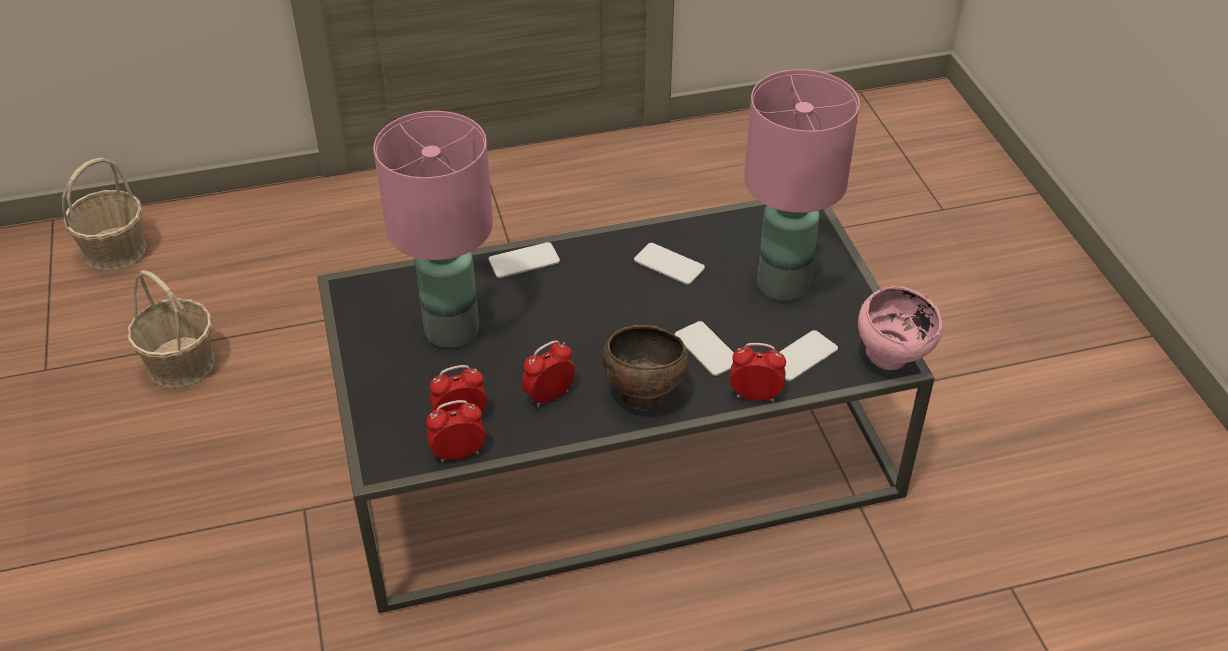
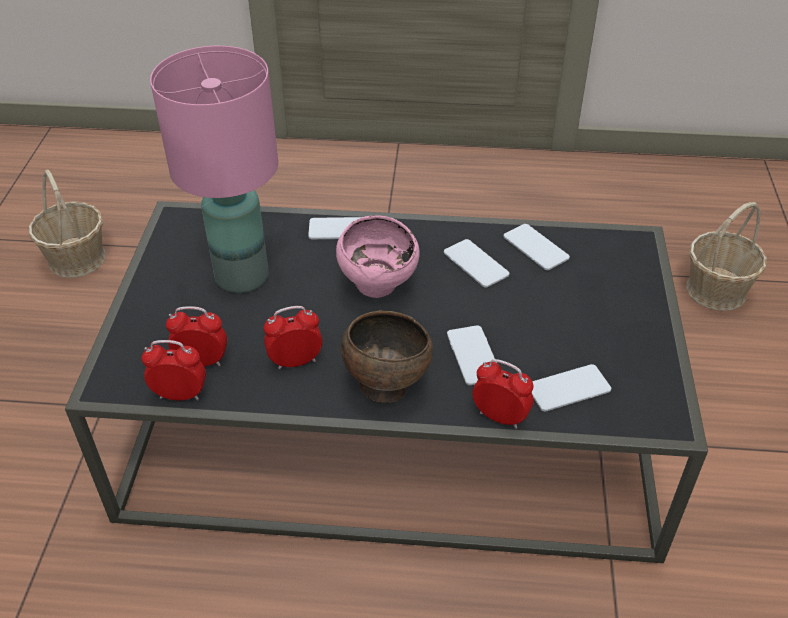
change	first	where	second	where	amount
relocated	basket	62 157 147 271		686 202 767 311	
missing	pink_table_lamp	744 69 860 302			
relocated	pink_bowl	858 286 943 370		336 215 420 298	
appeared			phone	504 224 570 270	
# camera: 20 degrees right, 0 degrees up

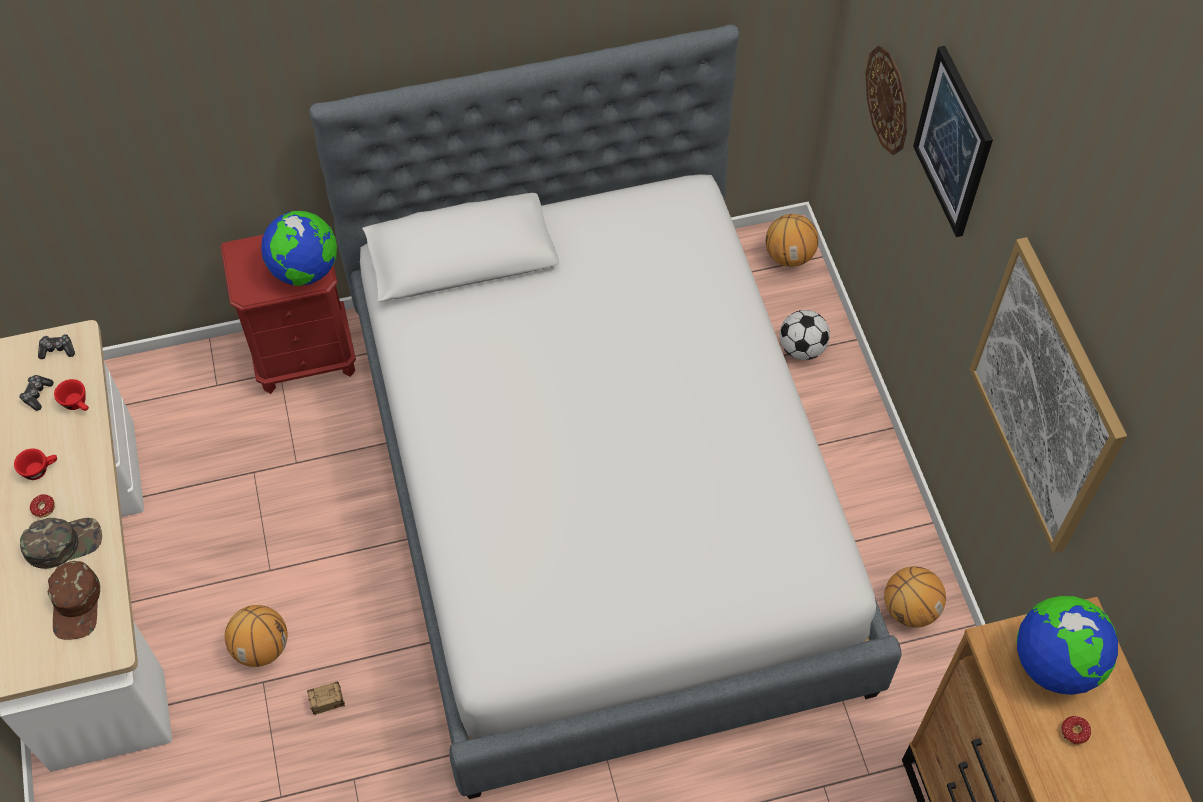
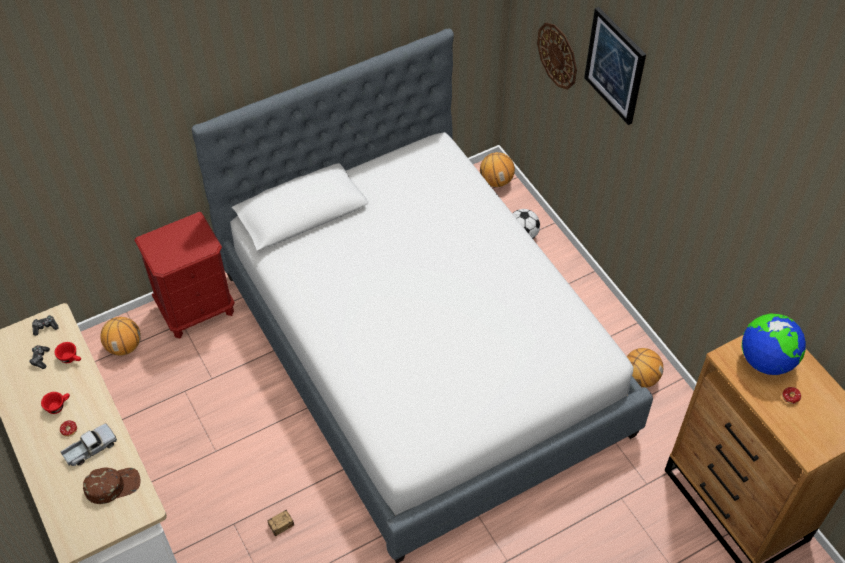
change	first	where	second	where	amount
exchanged	green_cap	20 518 102 569	toy_truck	61 423 117 466	
spun	brown_cap	48 561 100 640		83 467 141 504	90 degrees counterclockwise
relocated	basketball	225 605 288 667		100 317 141 356	
missing	globe	261 211 337 286			
missing	picture	970 237 1127 553			
# camera: 15 degrees left, 5 degrees down

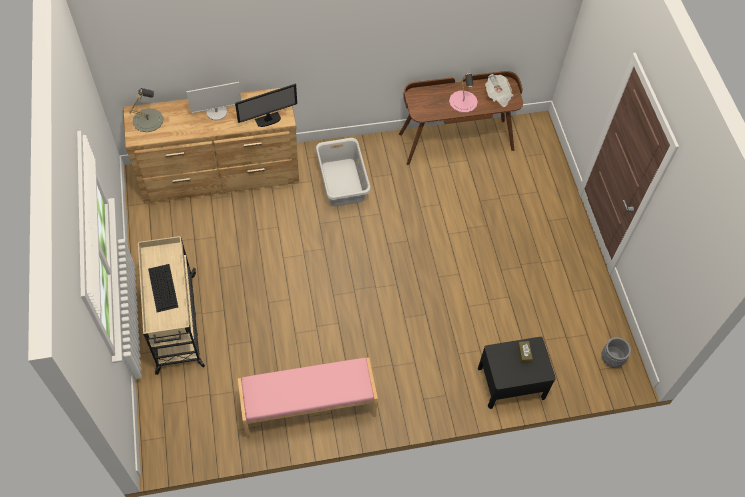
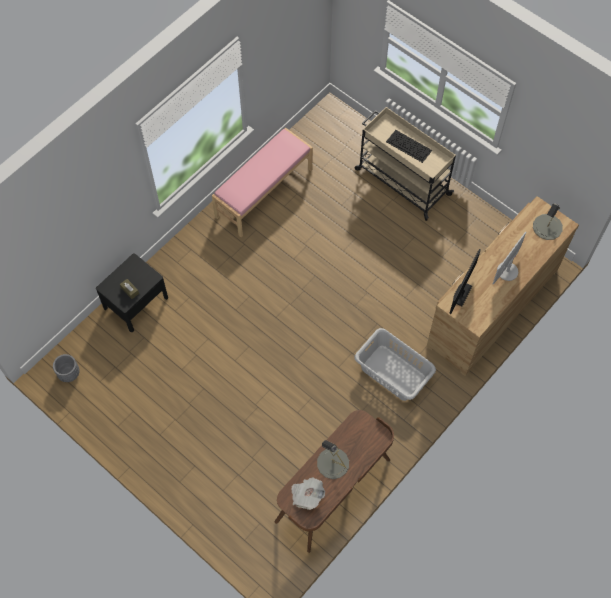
change	first	where	second	where	amount
colour	pink_table_lamp	449 73 478 113	grey_table_lamp	317 440 349 479	
# camera: 145 degrees right, 5 degrees up

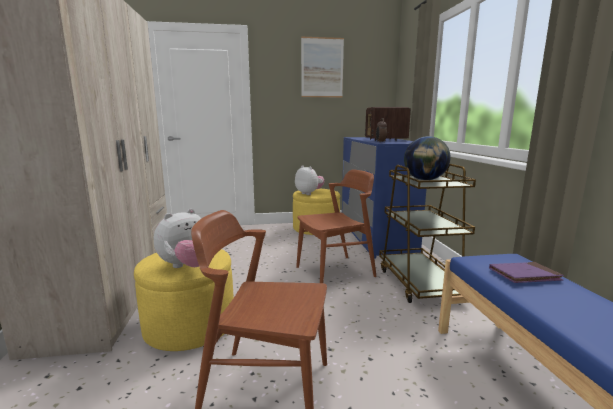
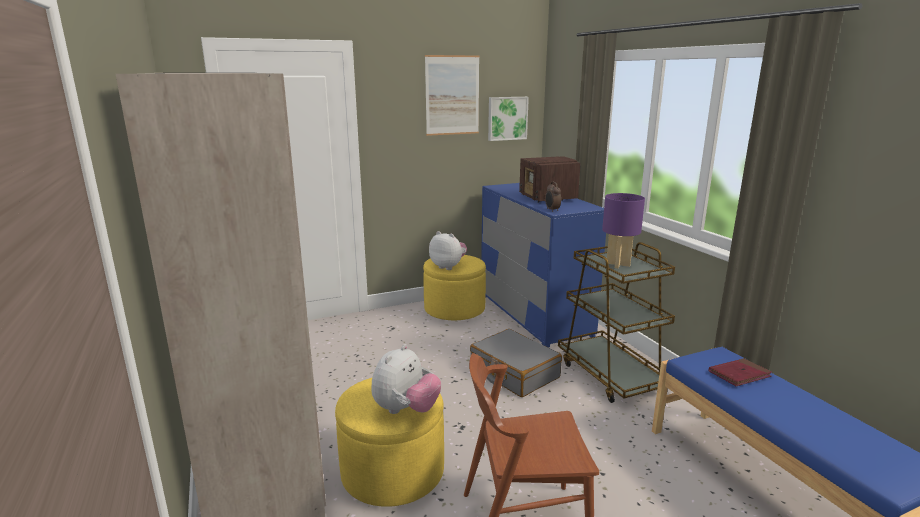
change	first	where	second	where	amount
exchanged	brown_chair	296 169 377 283	grey_suitcase	470 329 562 397	
exchanged	globe	404 136 451 180	purple_table_lamp	602 193 645 268	
colour	purple_book	489 262 564 283	red_book	708 358 772 386	
appeared			picture	488 97 529 141	
# camera: 15 degrees left, 5 degrees up

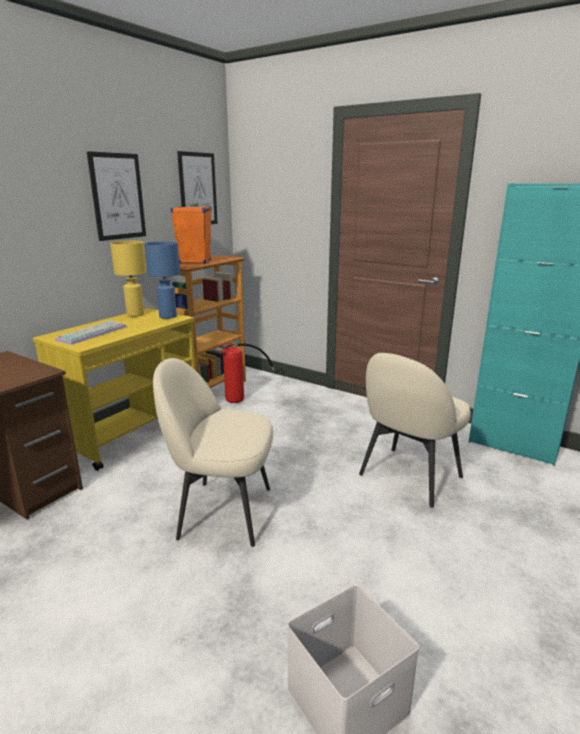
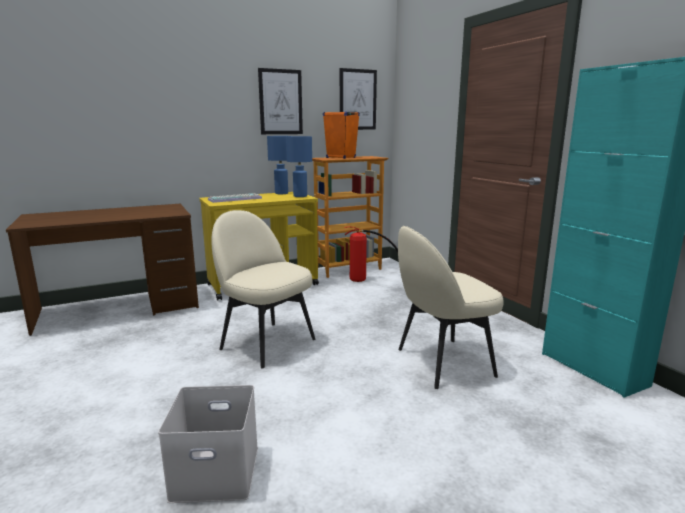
change	first	where	second	where	amount
colour	yellow_table_lamp	110 241 147 317	blue_table_lamp	267 136 288 194	
# camera: 30 degrees right, 5 degrees down

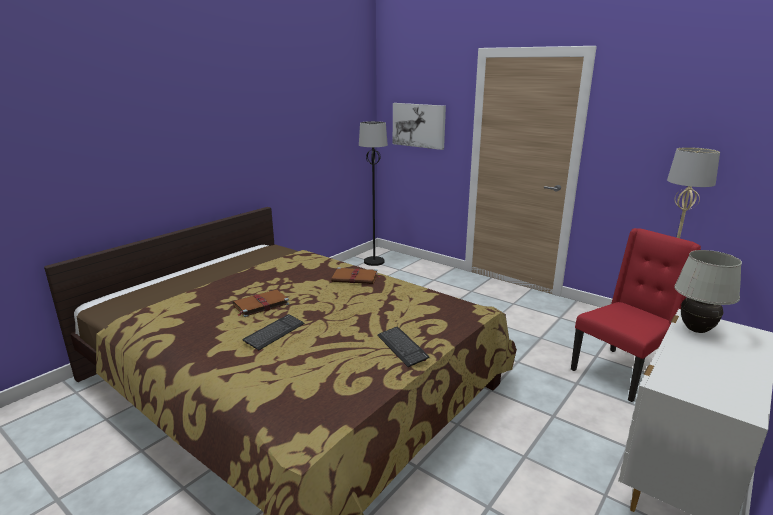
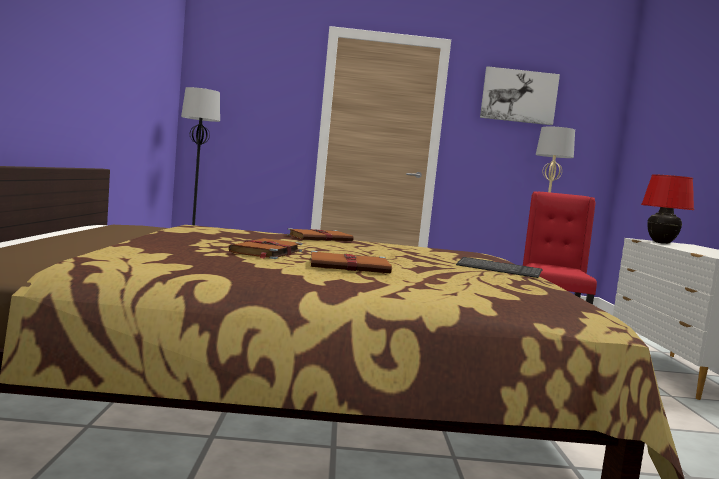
change	first	where	second	where	amount
exchanged	keyboard	242 314 305 350	brown_book	310 251 392 273	
relocated	picture	393 103 446 150		480 66 560 125	
colour	white_table_lamp	674 250 742 333	red_table_lamp	641 174 694 244	
# camera: 40 degrees left, 15 degrees down

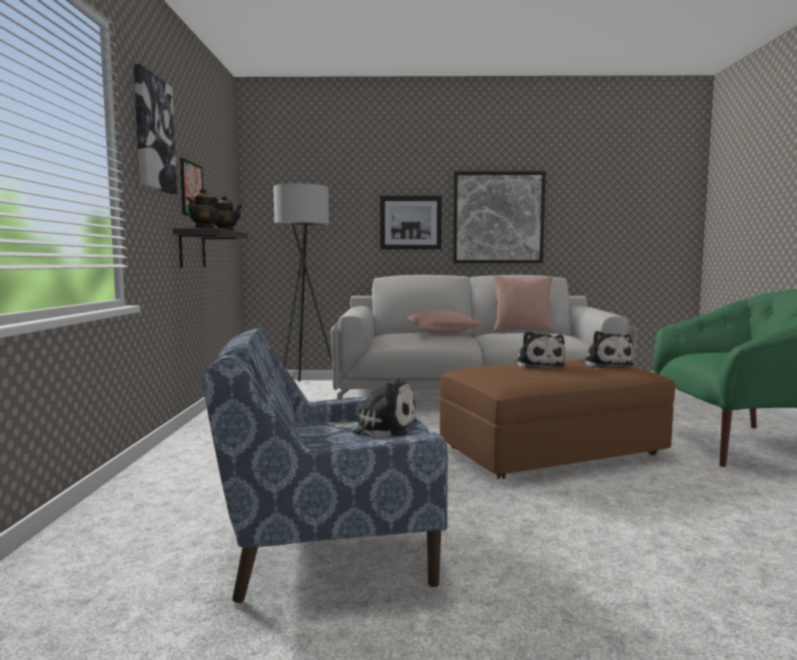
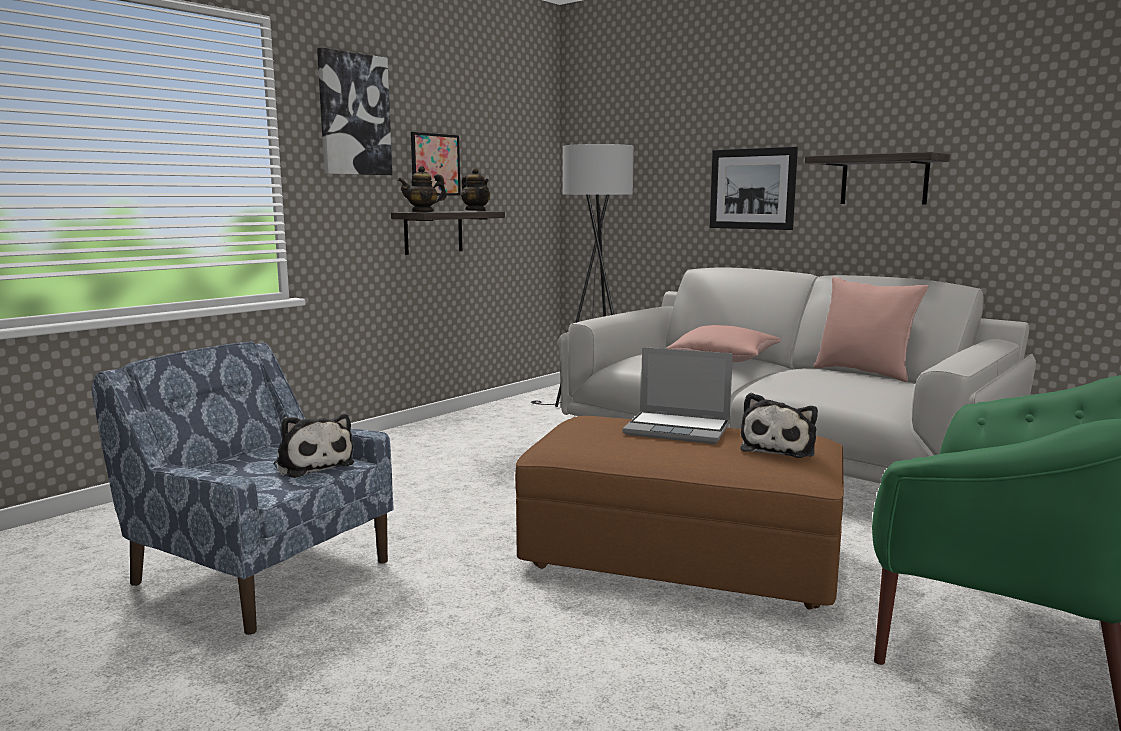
change	first	where	second	where	amount
exchanged	picture	453 171 546 263	shelf	805 152 950 204	
exchanged	plush_toy	515 331 565 368	laptop	623 347 733 444	
# camera: 40 degrees right, 5 degrees up

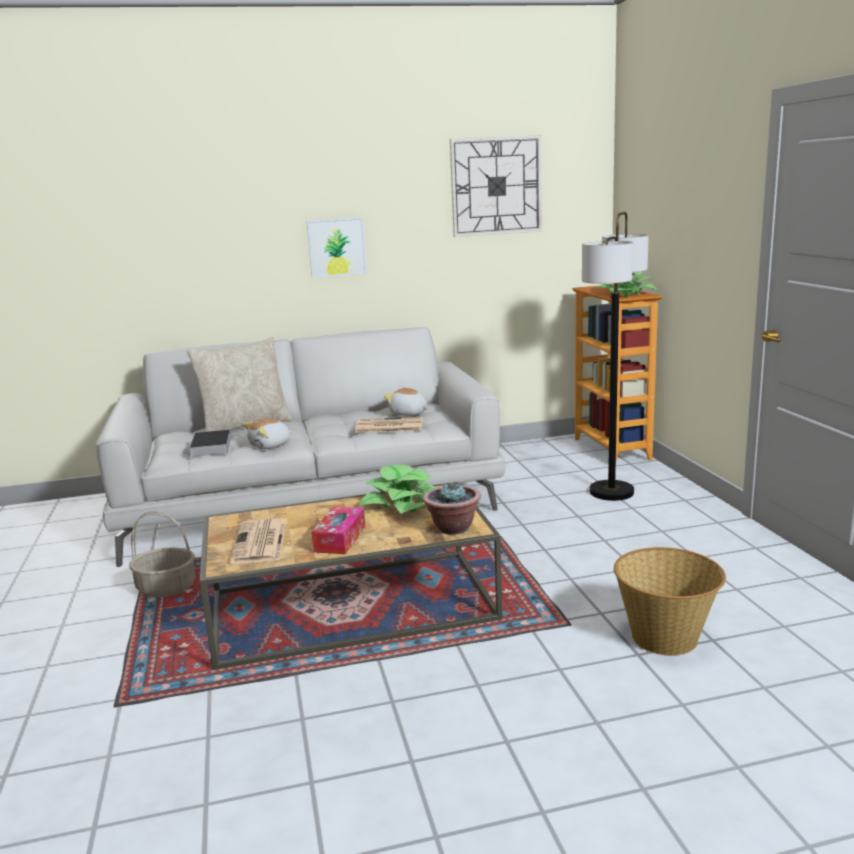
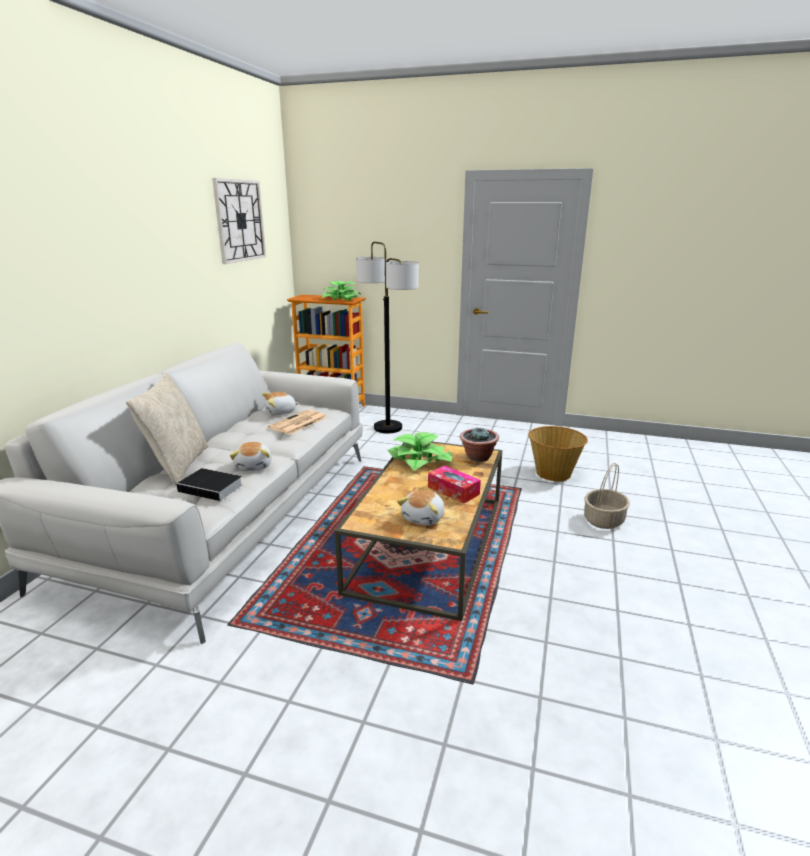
change	first	where	second	where	amount
relocated	basket	129 511 196 598		584 463 630 529	
exchanged	newspaper	230 519 286 564	plush_toy	397 490 445 525	
missing	picture	307 217 367 278			
# camera: 60 degrees left, 5 degrees up

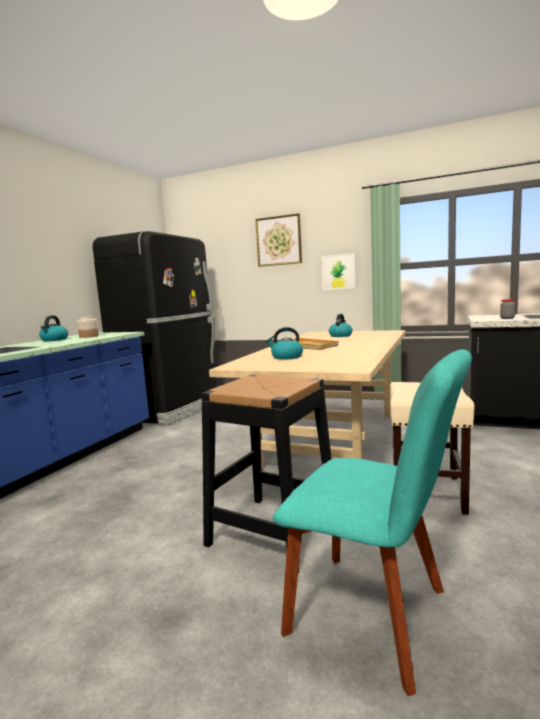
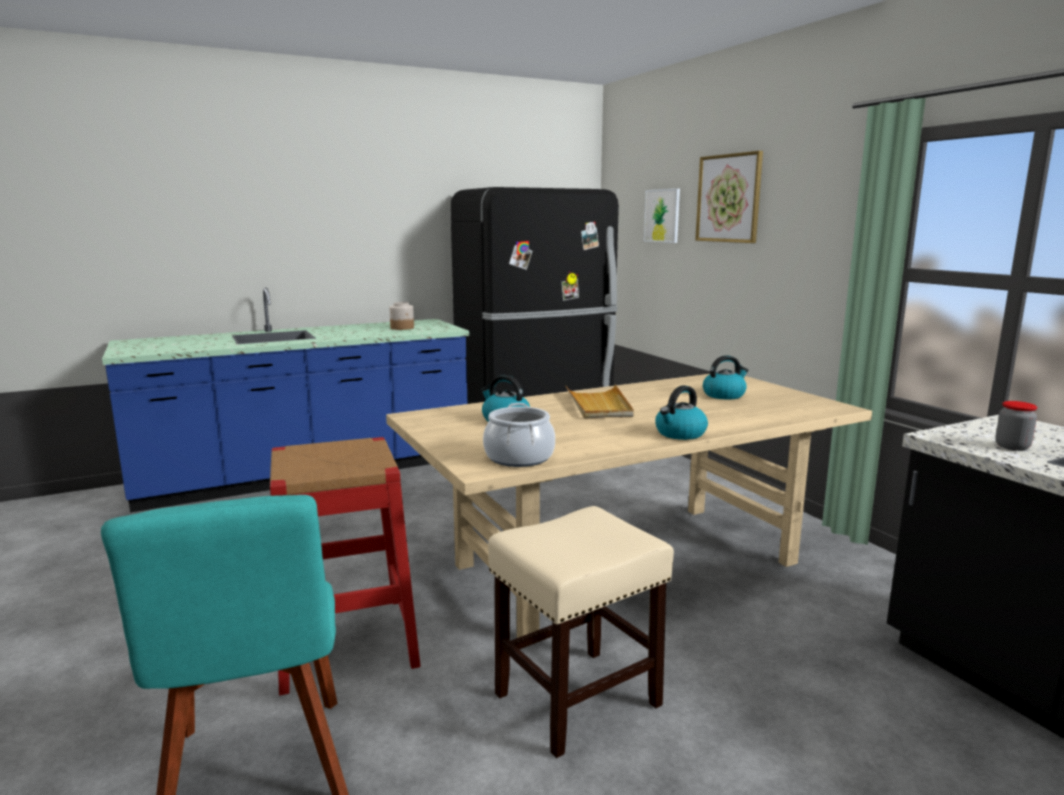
change	first	where	second	where	amount
relocated	kettle	39 315 68 341		655 385 708 440	
colour	black_stool	201 375 332 573	red_stool	270 437 421 695	
relocated	picture	321 253 356 290		644 188 680 243	
appeared			cooking_pot	483 403 555 467	
# camera: 40 degrees right, 5 degrees up

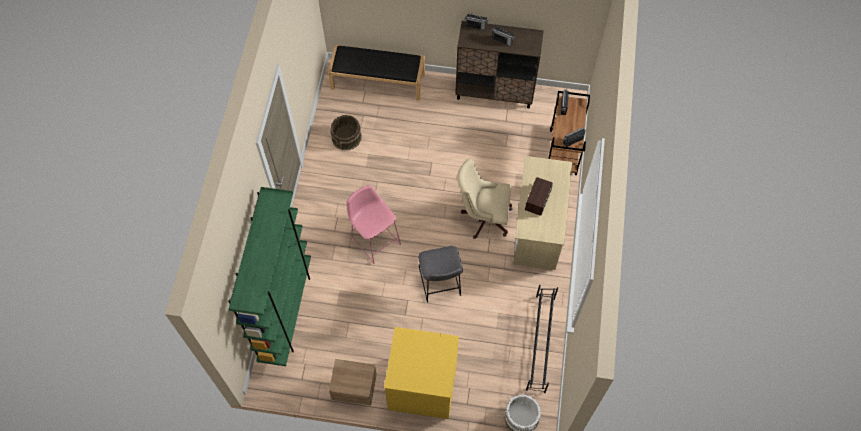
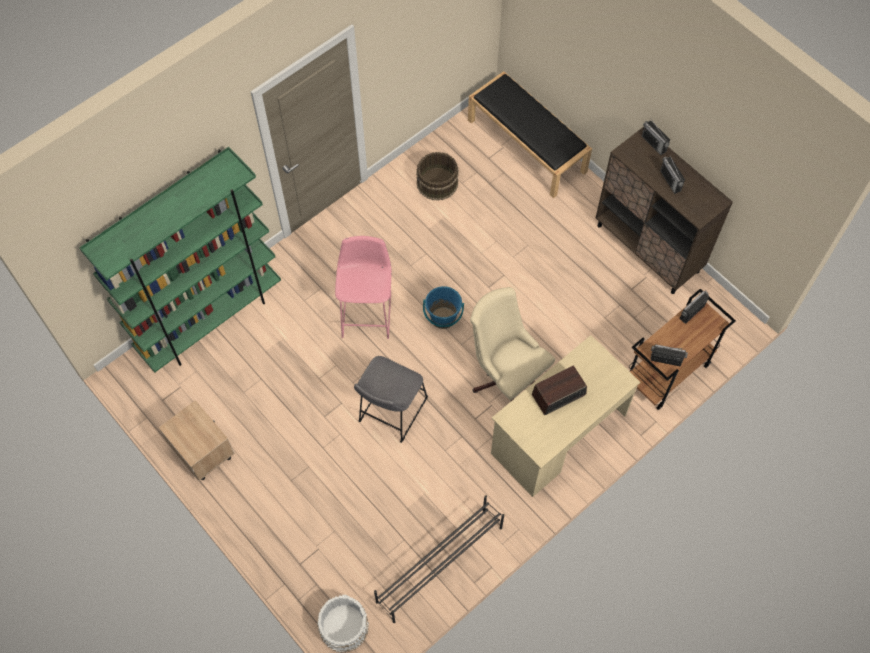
change	first	where	second	where	amount
missing	yellow_washing_machine	384 327 459 419			
appeared			blue_bucket	423 286 464 329	
# camera: 40 degrees right, 0 degrees up

